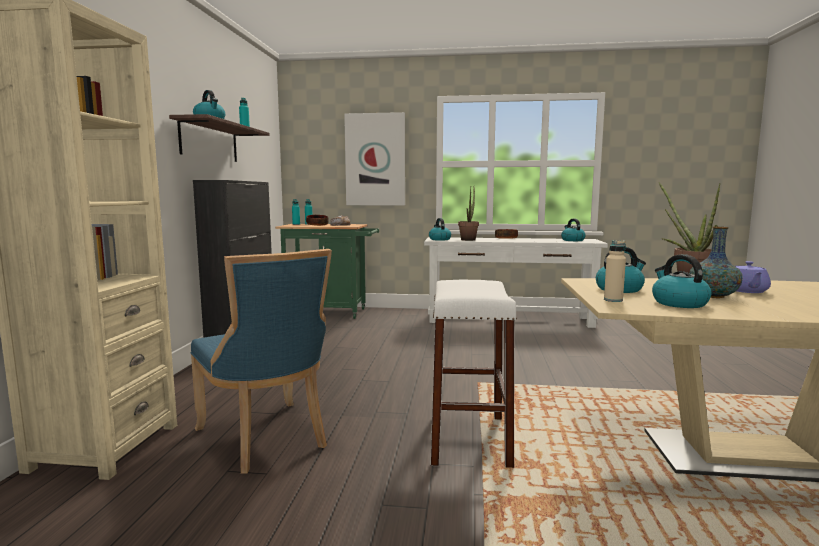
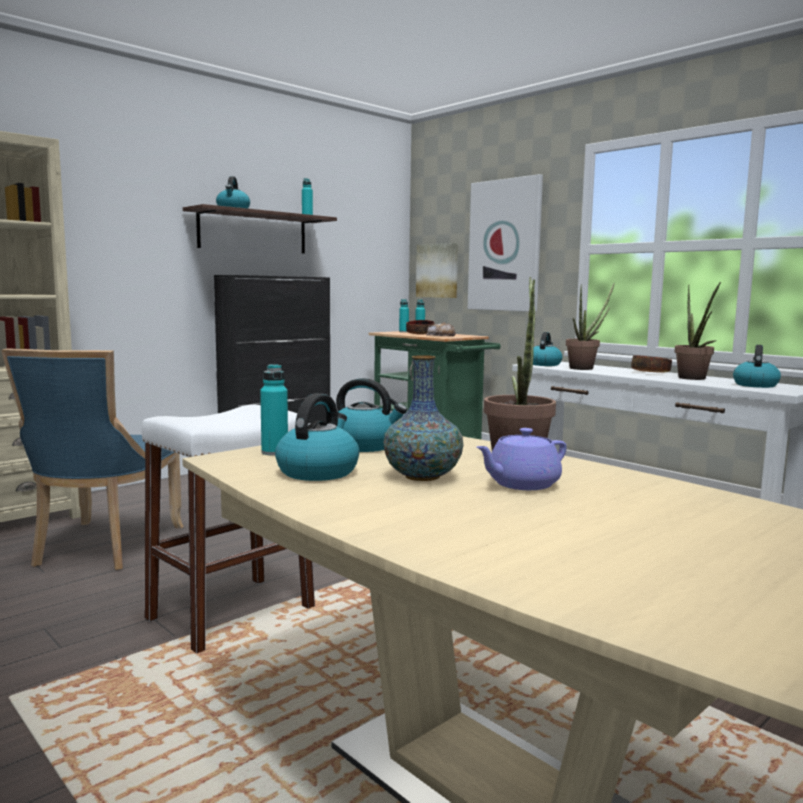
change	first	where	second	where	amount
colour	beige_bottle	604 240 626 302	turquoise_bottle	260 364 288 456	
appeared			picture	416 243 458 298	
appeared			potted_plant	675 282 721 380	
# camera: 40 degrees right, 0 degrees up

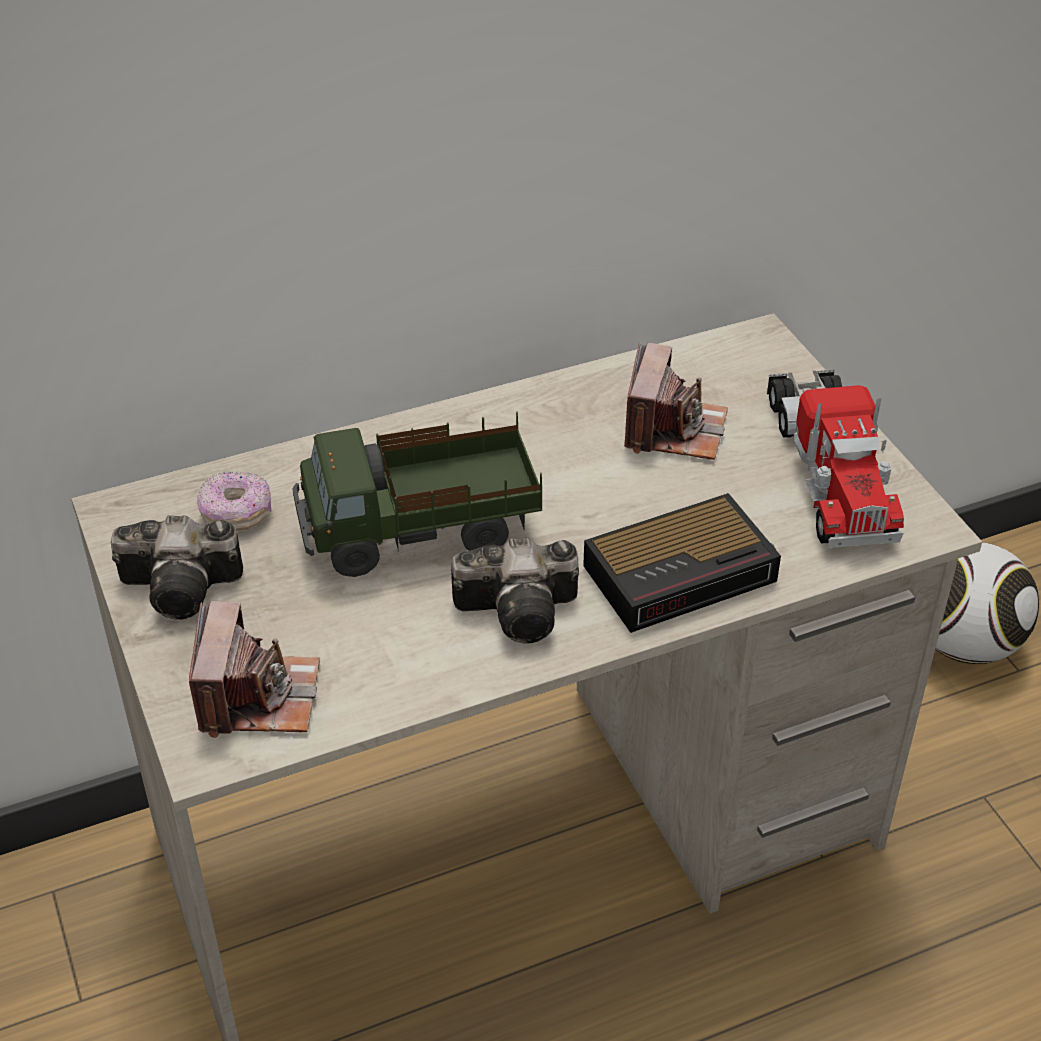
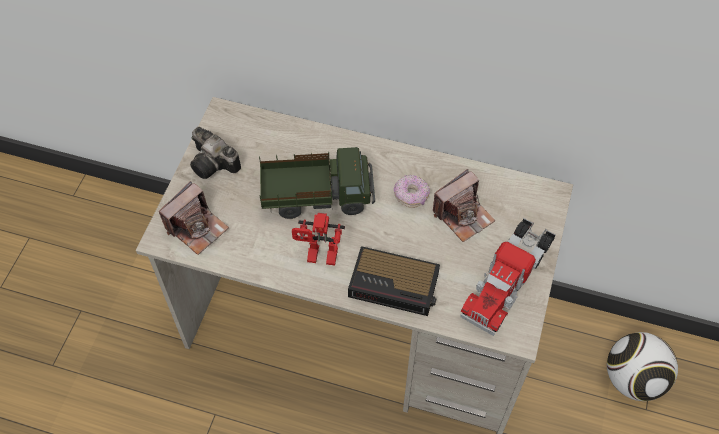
change	first	where	second	where	amount
relocated	donut	197 471 271 530		394 174 430 208	
spun	toy_truck	293 411 542 577		259 147 375 219	150 degrees clockwise
exchanged	photo_camera	451 538 579 643	toy_robot	292 213 345 265	
# camera: 40 degrees right, 15 degrees up

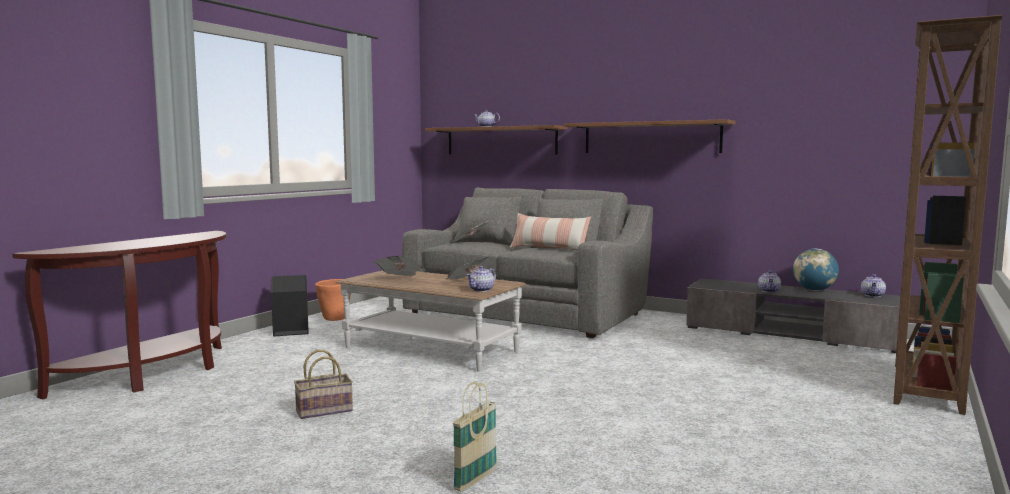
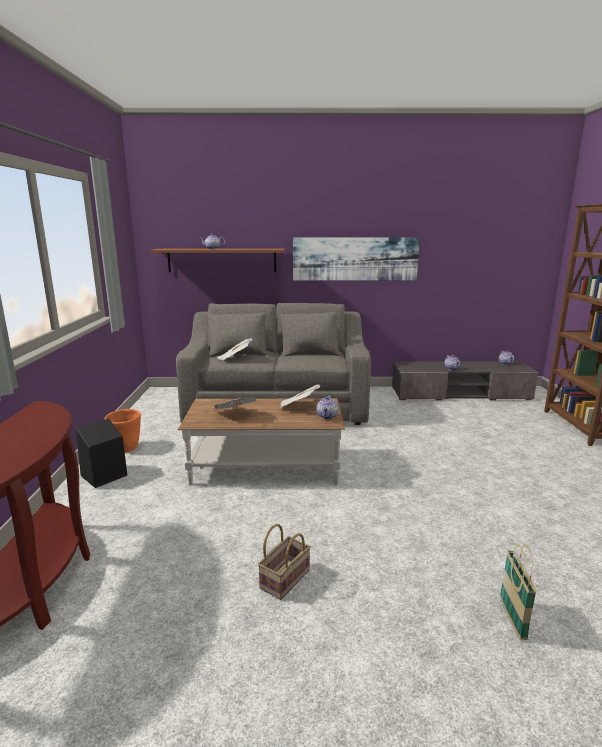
change	first	where	second	where	amount
missing	pillow	510 213 591 251			
exchanged	brown_shelf	564 119 736 153	picture	293 237 420 281	
missing	globe	793 249 839 291			
# camera: 30 degrees left, 10 degrees up

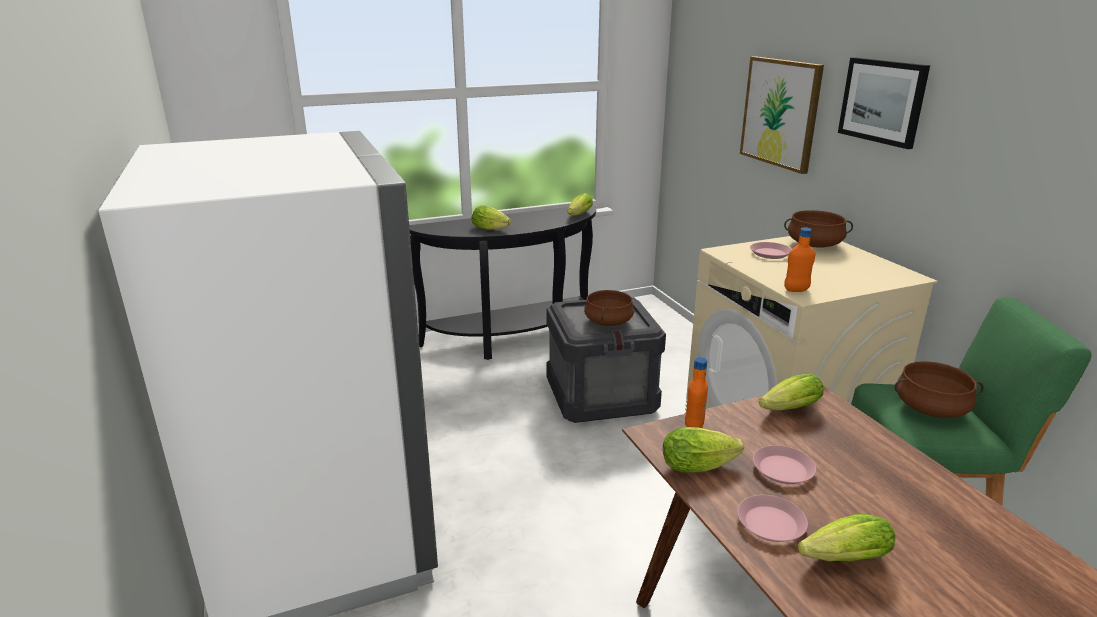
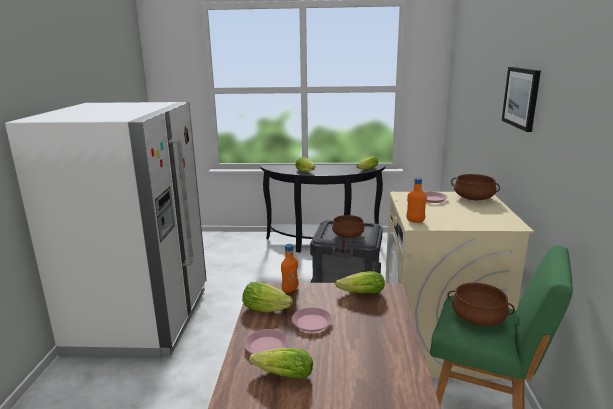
change	first	where	second	where	amount
missing	picture	740 56 824 174			
# camera: 25 degrees right, 5 degrees down

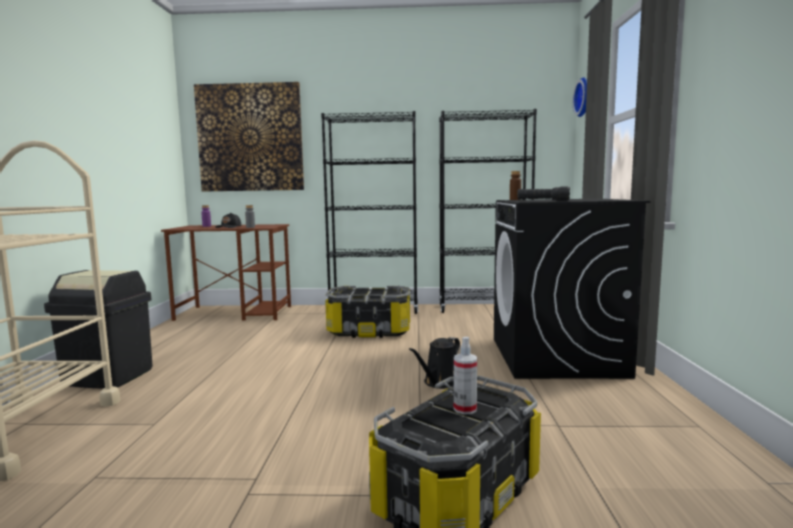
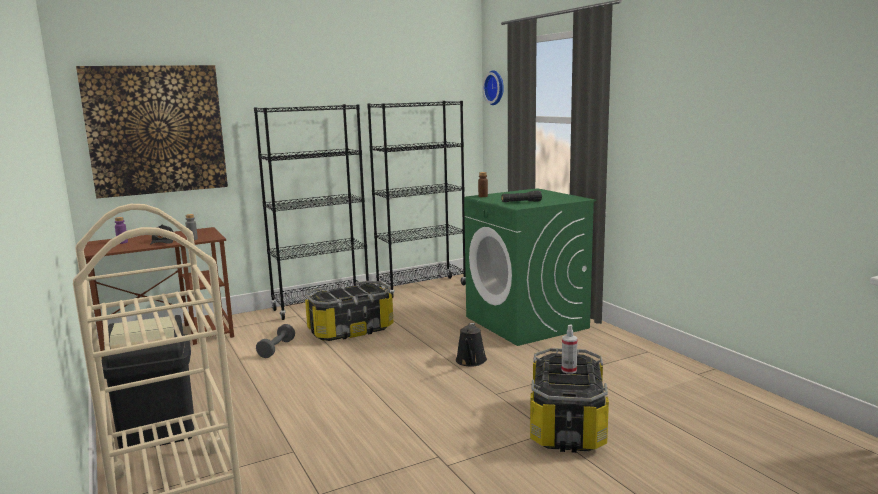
change	first	where	second	where	amount
colour	black_washing_machine	494 199 650 379	green_washing_machine	464 188 596 346	
appeared			grey_dumbbell	256 324 295 358	
# camera: 30 degrees left, 5 degrees up

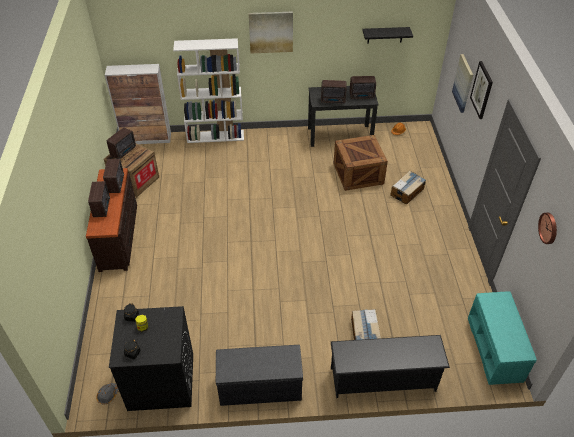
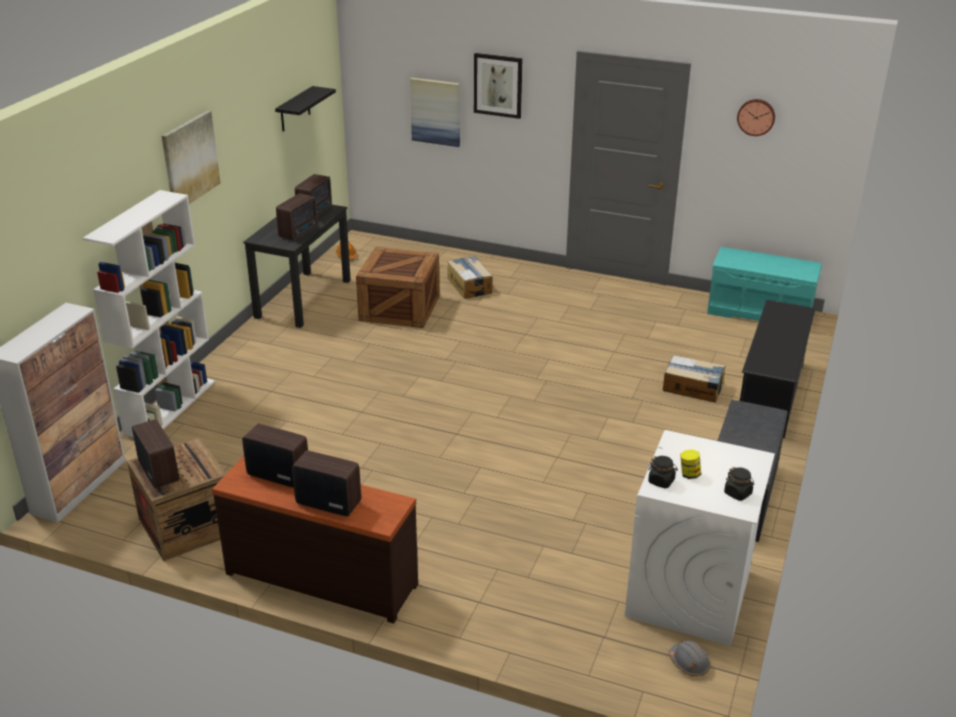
change	first	where	second	where	amount
colour	black_washing_machine	109 306 193 411	white_washing_machine	625 430 775 646	
# camera: 65 degrees left, 15 degrees down

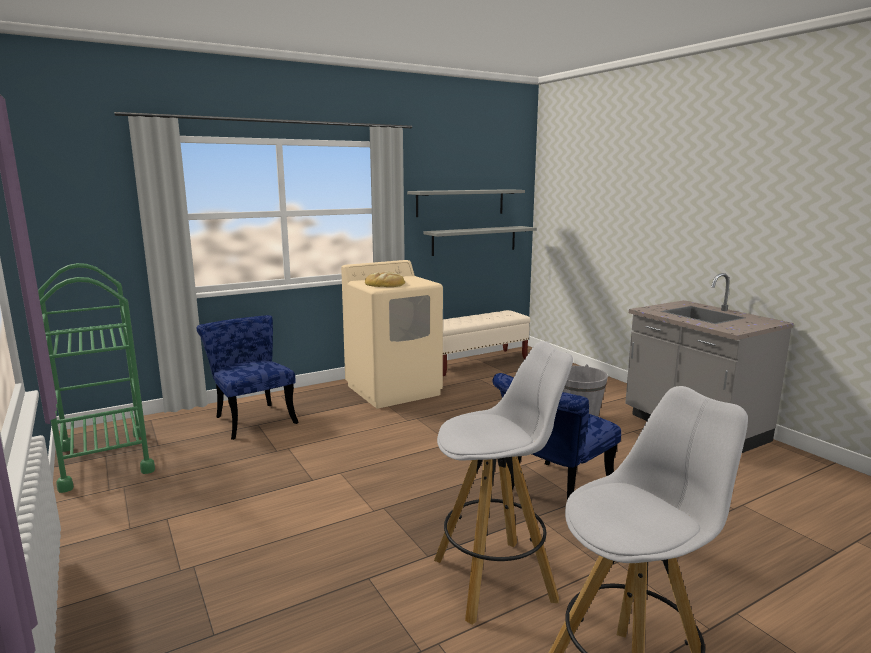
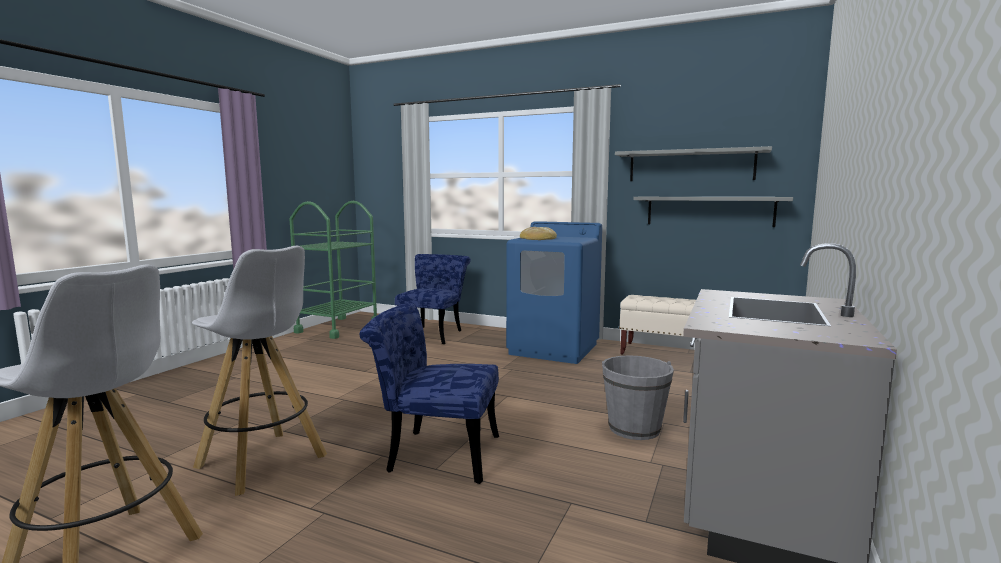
change	first	where	second	where	amount
colour	beige_washing_machine	341 260 443 408	blue_washing_machine	506 221 602 364	
# camera: 55 degrees right, 5 degrees down

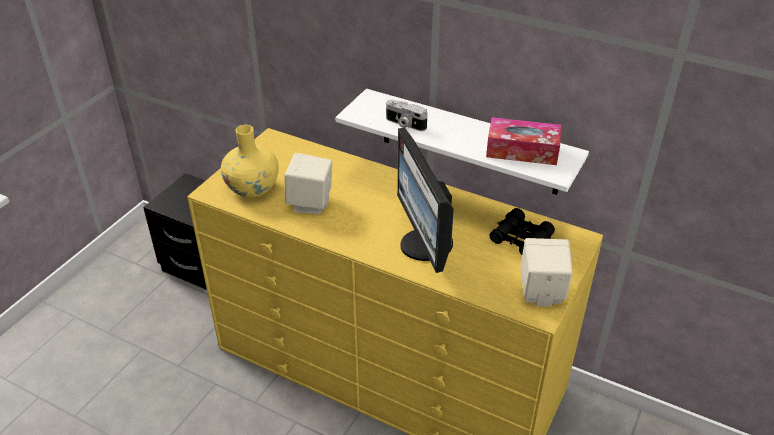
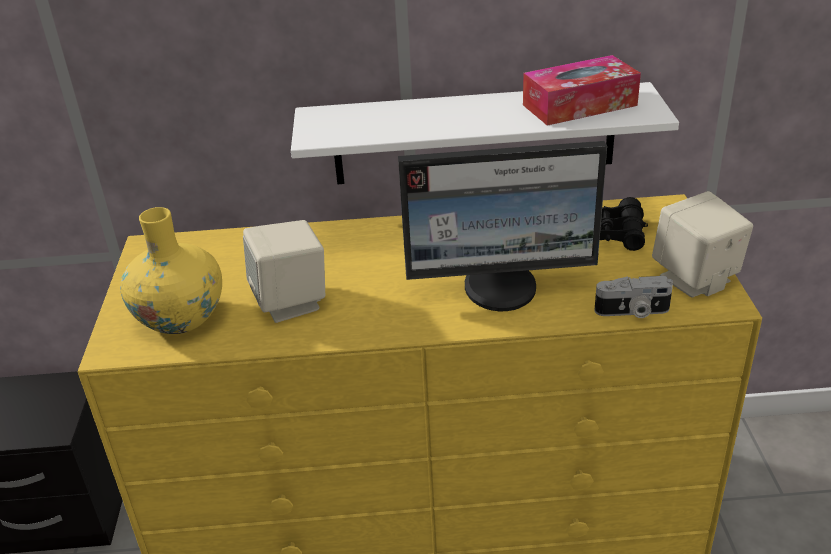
change	first	where	second	where	amount
relocated	photo_camera	386 100 427 131		594 276 673 318	
spun	monitor	397 127 454 273		398 141 607 311	45 degrees counterclockwise
# camera: 30 degrees left, 5 degrees down

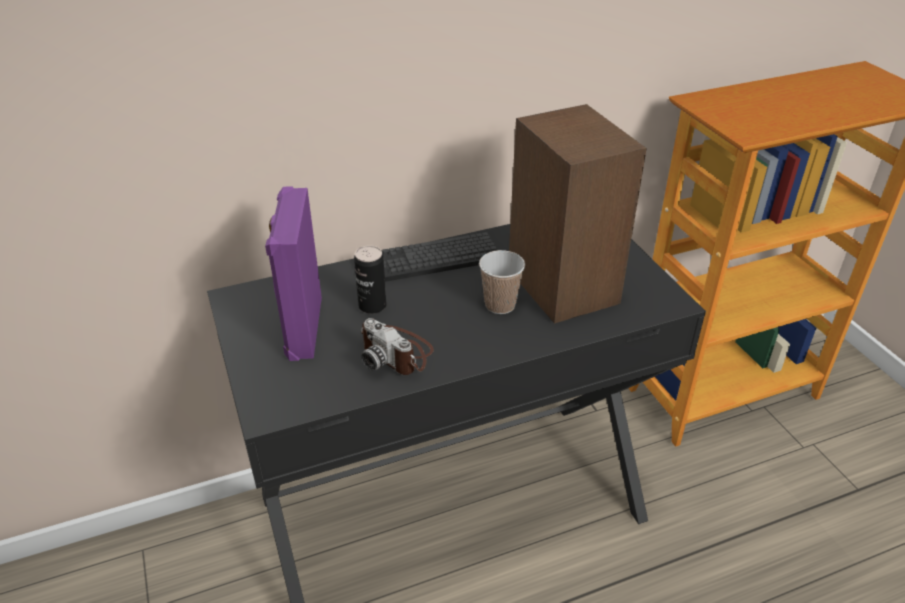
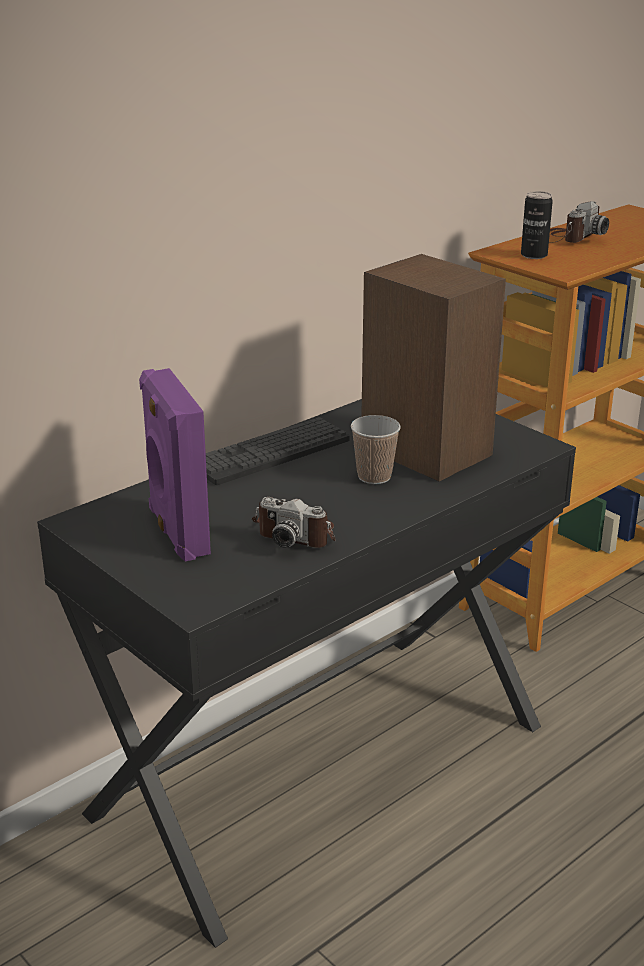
change	first	where	second	where	amount
relocated	can	354 245 387 314		521 191 553 259	
appeared			photo_camera	549 201 609 243	
# camera: 20 degrees left, 10 degrees down

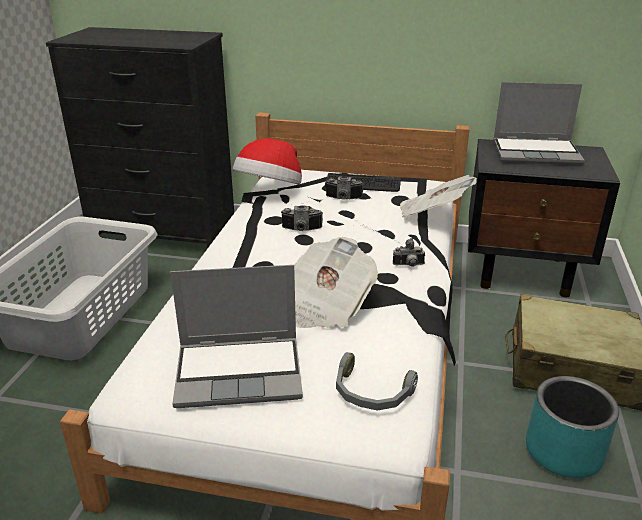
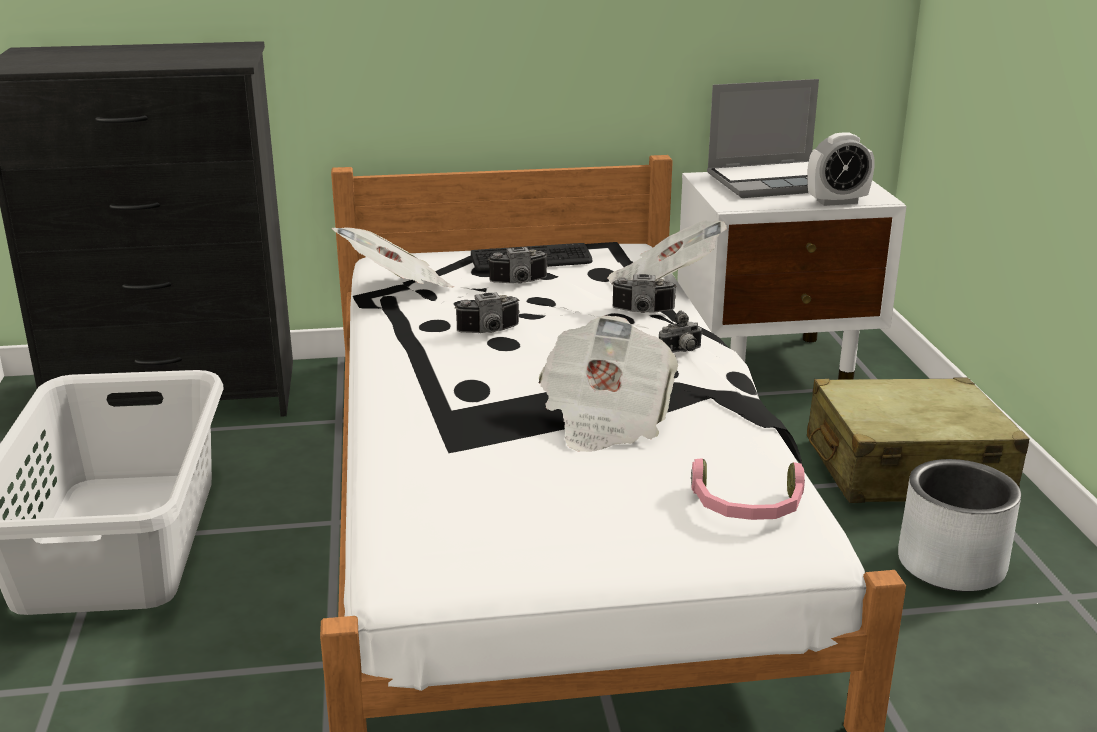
change	first	where	second	where	amount
missing	laptop	170 265 303 408			
exchanged	hat	233 138 302 185	newspaper	332 227 454 287	
colour	grey_headphones	336 352 418 410	pink_headphones	691 458 805 520	
colour	black_nightstand	468 139 620 297	white_nightstand	677 172 907 380	
colour	turquoise_planter	526 376 619 478	grey_planter	898 459 1021 592	
appeared			photo_camera	612 274 677 313	
appeared			alarm_clock	807 133 875 206	
# camera: 20 degrees left, 5 degrees down

